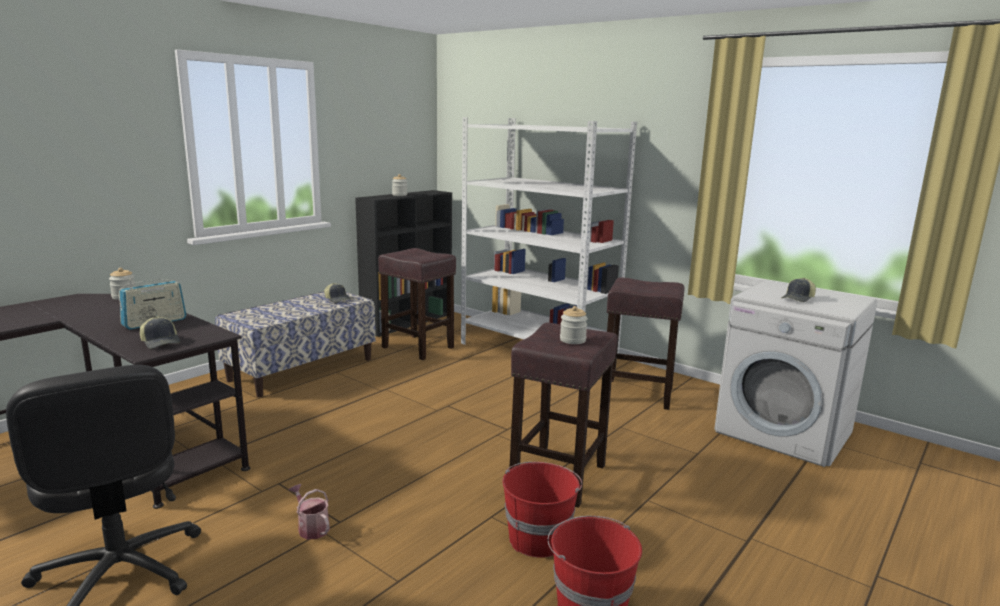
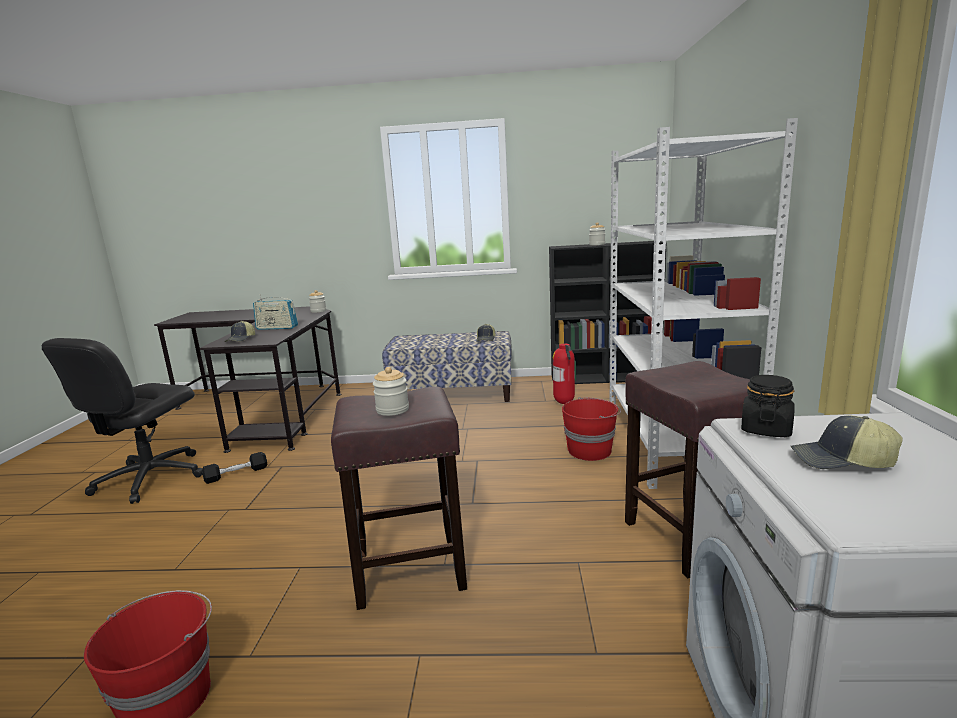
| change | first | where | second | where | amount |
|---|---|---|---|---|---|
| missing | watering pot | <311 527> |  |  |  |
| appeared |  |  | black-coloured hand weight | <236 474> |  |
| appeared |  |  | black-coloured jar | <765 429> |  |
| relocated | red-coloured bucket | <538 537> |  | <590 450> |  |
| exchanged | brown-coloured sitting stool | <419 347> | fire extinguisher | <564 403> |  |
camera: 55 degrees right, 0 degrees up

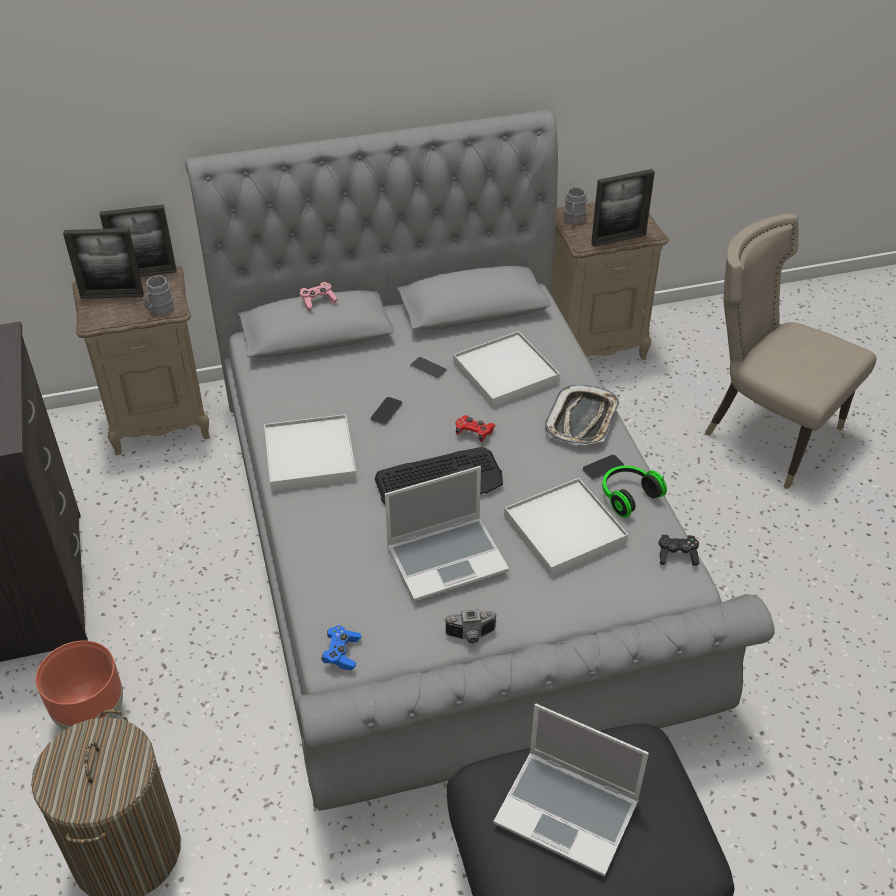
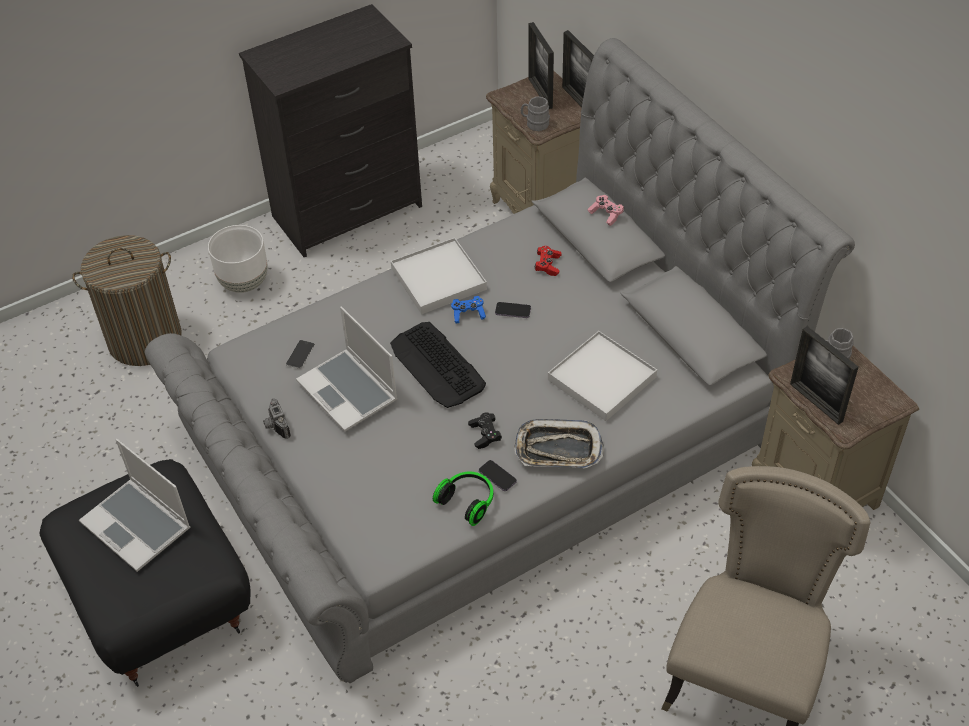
| change | first | where | second | where | amount |
|---|---|---|---|---|---|
| missing | white serving tray | <564 530> |  |  |  |
| relocated | blue-coloured joypad | <341 653> |  | <468 314> |  |
| relocated | handset | <428 368> |  | <300 354> |  |
| relocated | red-coloured joypad | <474 432> |  | <547 265> |  |
| relocated | black-coloured joypad | <677 555> |  | <485 434> |  |
| colour | brown-coloured plant pot | <91 715> | white plant pot | <244 282> |  |
| spun | portable computer | <568 812> |  | <138 525> | 60 degrees counterclockwise |
camera: 75 degrees right, 5 degrees up

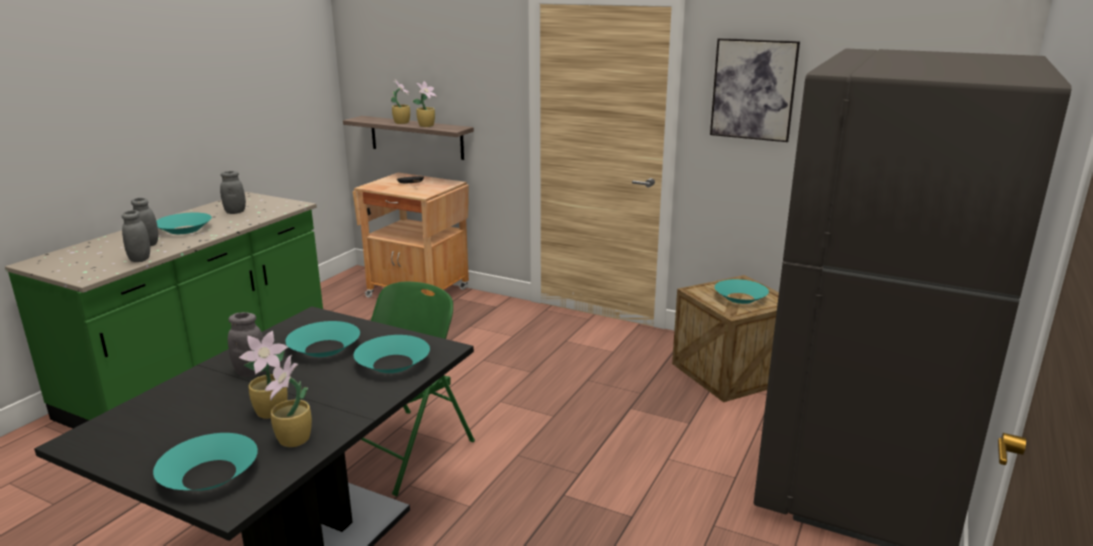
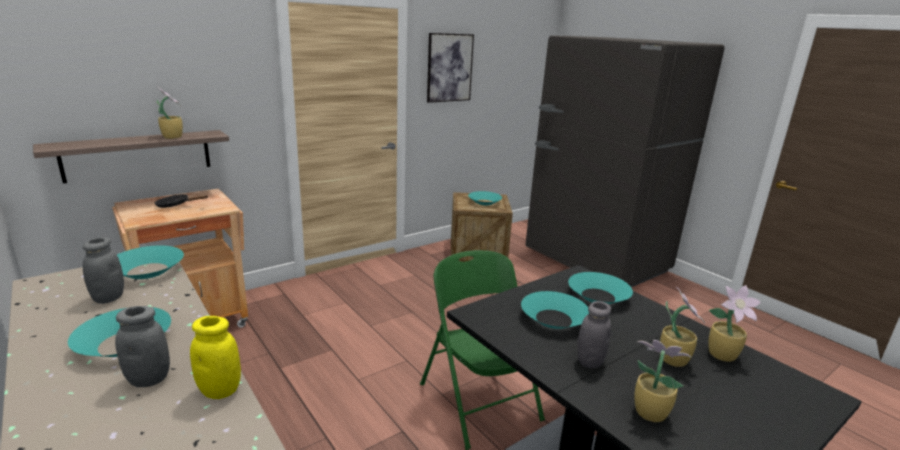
| change | first | where | second | where | amount |
|---|---|---|---|---|---|
| relocated | blue-green deep dish | <208 474> |  | <147 271> |  |
| relocated | houseplant | <402 122> |  | <648 411> |  |
| colour | grey jar | <140 259> | yellow jar | <220 390> |  |
camera: 65 degrees left, 0 degrees up

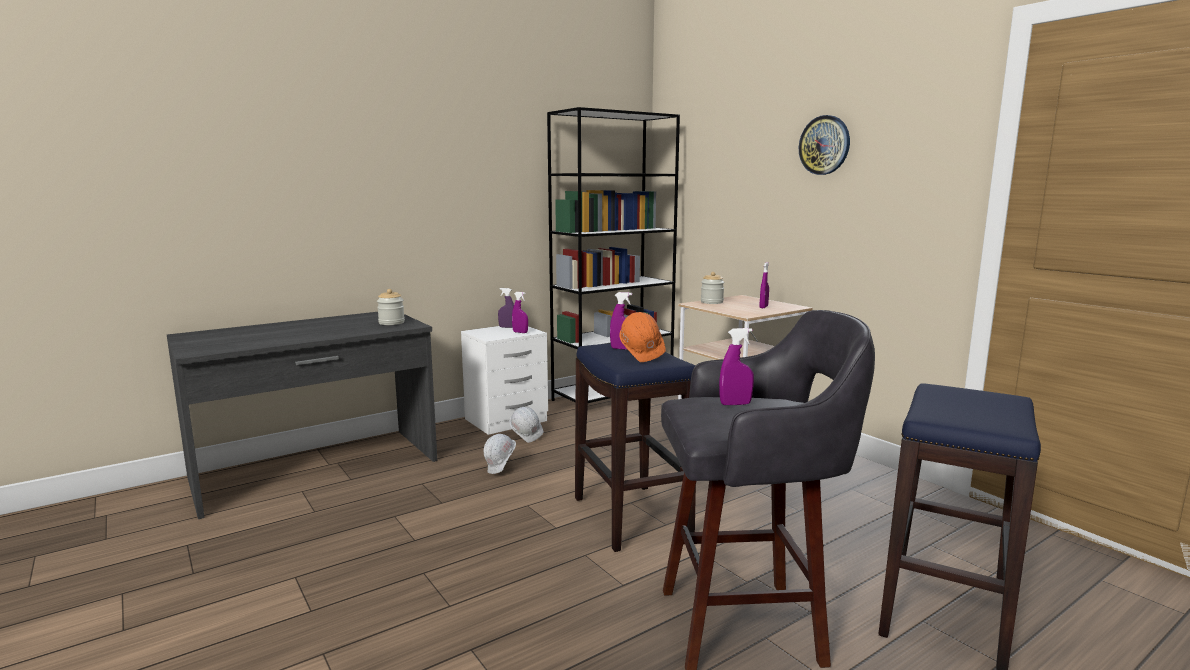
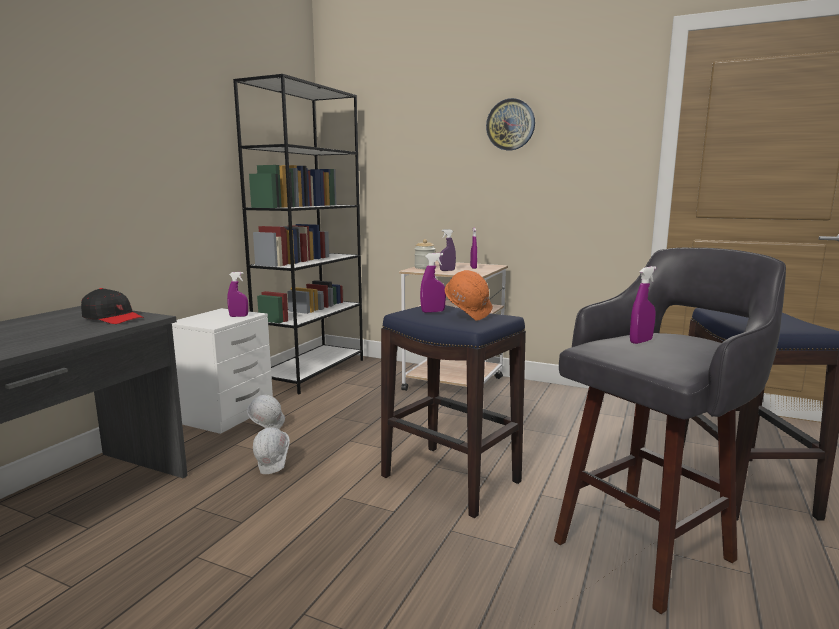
| change | first | where | second | where | amount |
|---|---|---|---|---|---|
| relocated | purple spray bottle | <507 327> |  | <447 270> |  |
| exchanged | jar | <391 323> | black-coloured peaked cap | <113 318> |  |
camera: 30 degrees left, 0 degrees up

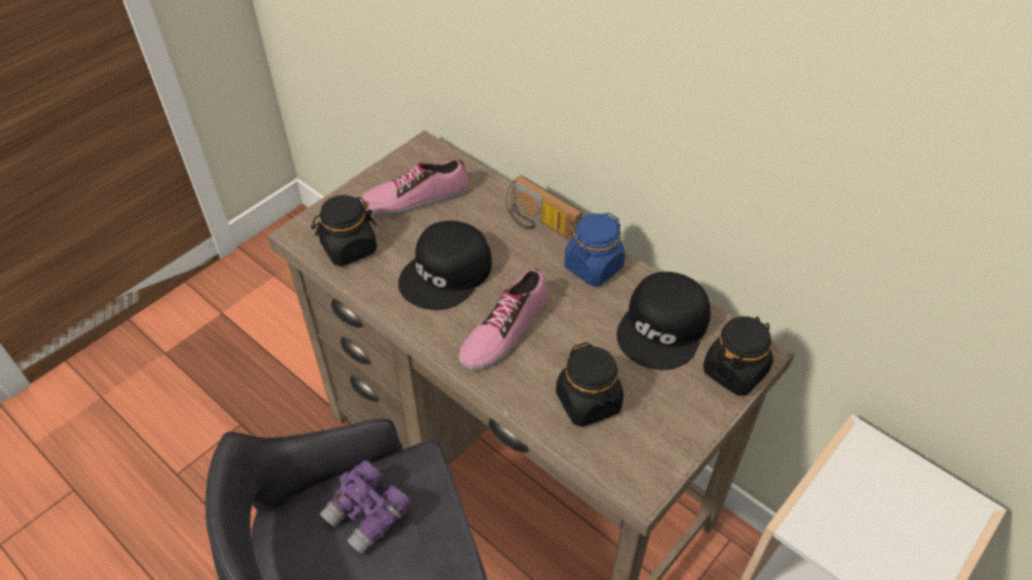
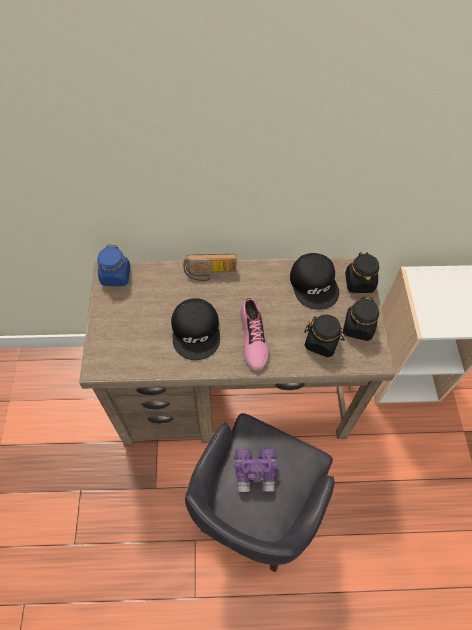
| change | first | where | second | where | amount |
|---|---|---|---|---|---|
| missing | item of footwear | <415 197> |  |  |  |
| relocated | black-coloured jar | <348 248> |  | <358 327> |  |
| relocated | blue-coloured jar | <593 267> |  | <116 276> |  |
camera: 45 degrees left, 10 degrees up

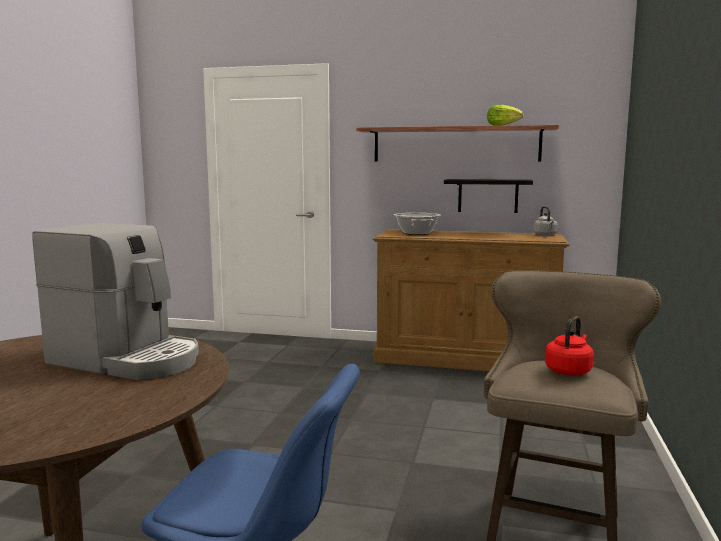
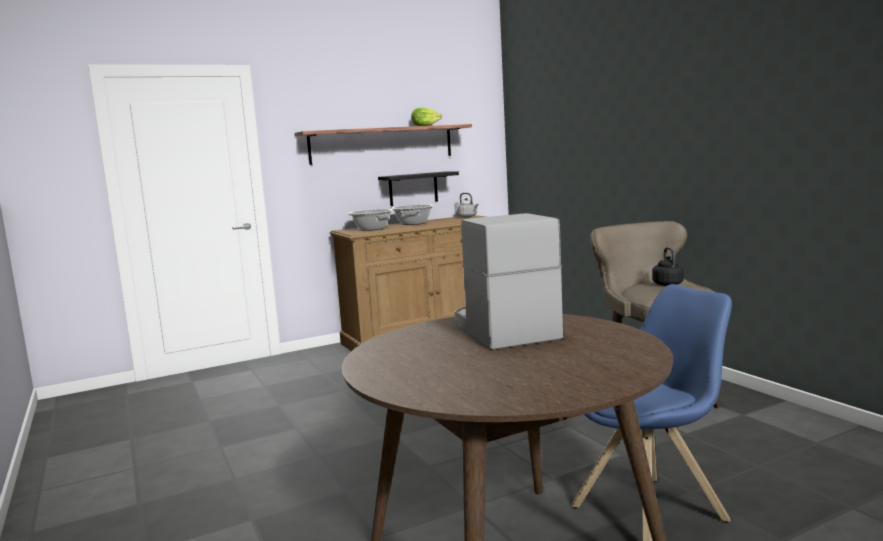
| change | first | where | second | where | amount |
|---|---|---|---|---|---|
| appeared |  |  | cooking pot | <413 223> |  |
| colour | red-coloured kettle | <569 371> | black-coloured kettle | <667 284> |  |
| spun | coffee machine | <128 360> |  | <503 330> | 90 degrees counterclockwise |
camera: 40 degrees left, 0 degrees up

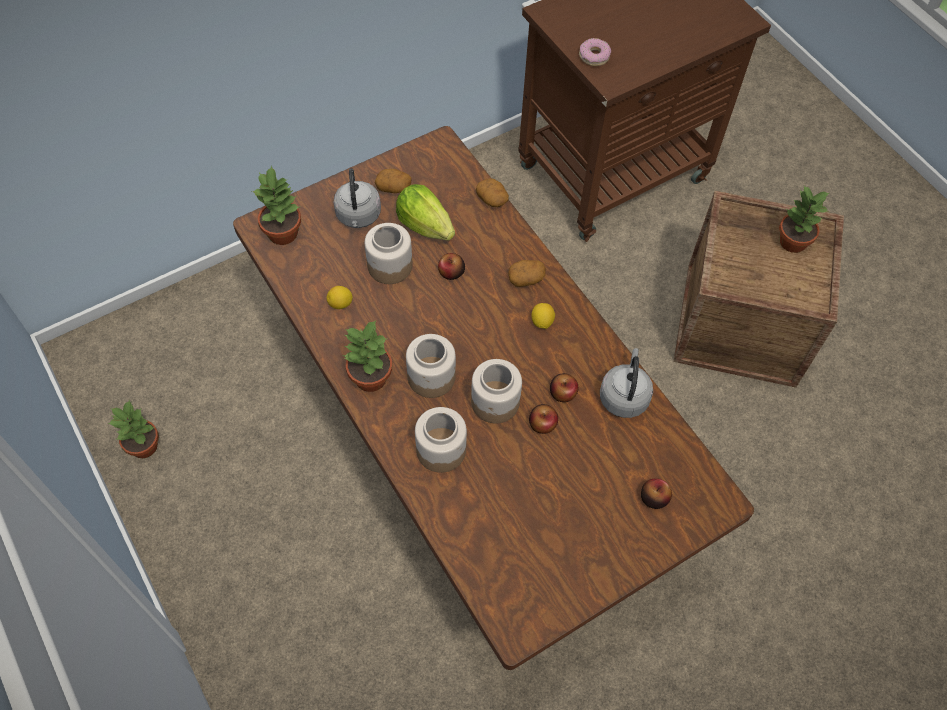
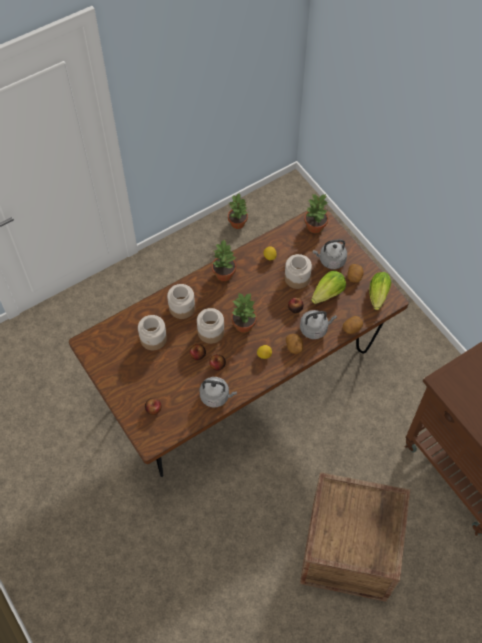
| change | first | where | second | where | amount |
|---|---|---|---|---|---|
| missing | donut | <594 56> |  |  |  |
| appeared |  |  | grey kettle | <315 329> |  |
| appeared |  |  | lettuce | <377 296> |  |
| relocated | jar | <432 377> |  | <153 339> |  |
| relocated | houseplant | <792 241> |  | <244 324> |  |
camera: 90 degrees right, 0 degrees up

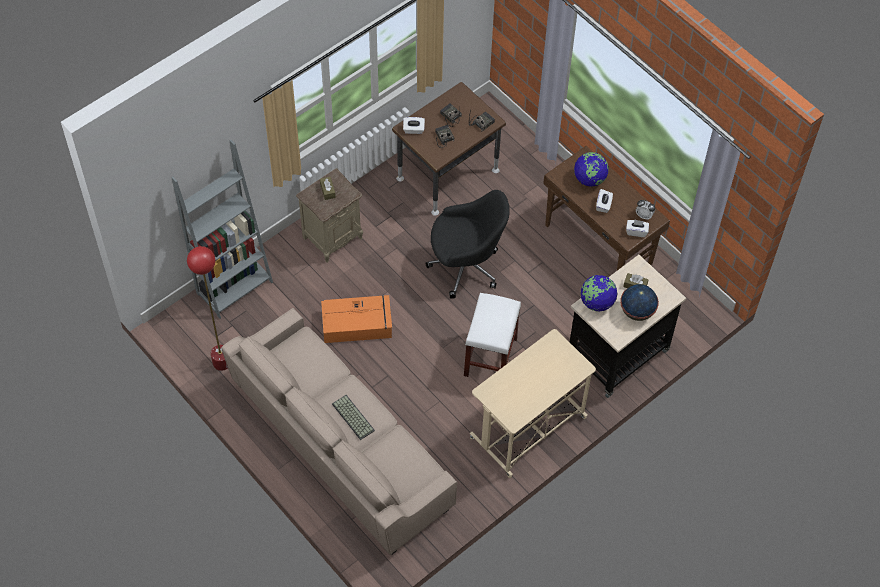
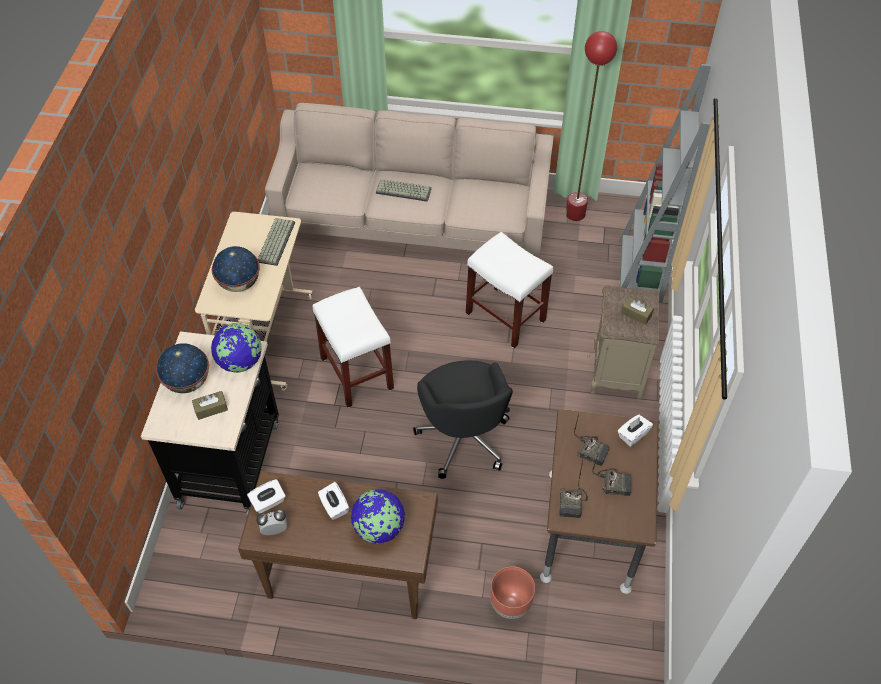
| change | first | where | second | where | amount |
|---|---|---|---|---|---|
| appeared |  |  | globe | <240 284> |  |
| appeared |  |  | PC keyboard | <275 241> |  |
| appeared |  |  | brown-coloured plant pot | <510 604> |  |
| exchanged | orangey storage container | <358 324> | white sitting stool | <504 316> |  |
| spun | black-coloured office chair | <465 267> |  | <464 440> | 60 degrees counterclockwise |
camera: 140 degrees right, 5 degrees down

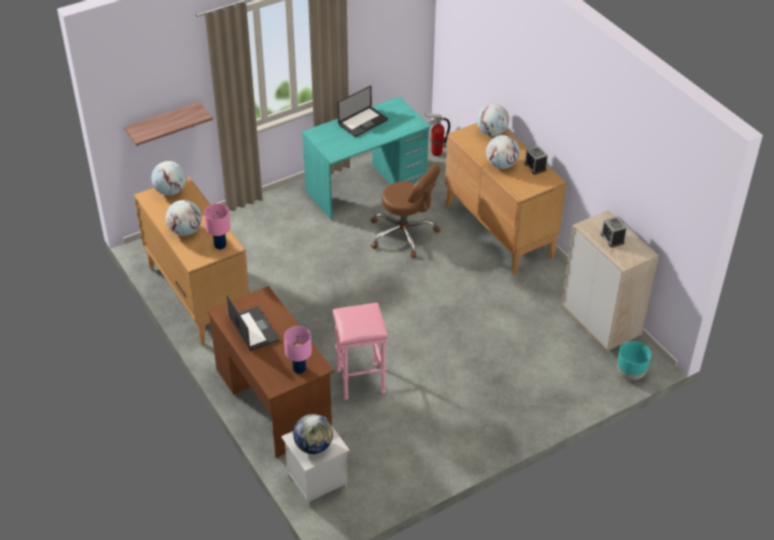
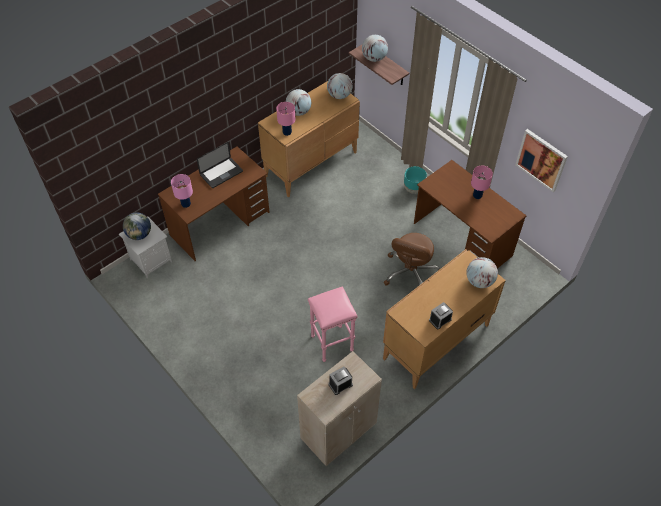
| change | first | where | second | where | amount |
|---|---|---|---|---|---|
| missing | fire extinguisher | <436 153> |  |  |  |
| appeared |  |  | wall art | <541 160> |  |
| relocated | pink sitting stool | <362 382> |  | <331 344> |  |
| relocated | globe | <501 165> |  | <374 58> |  |
| relocated | blue-green plant pot | <630 373> |  | <414 189> |  |
| exchanged | portable computer | <363 122> | pink tabletop lamp | <478 196> |  |
| colour | blue-green desk table | <366 187> | brown-coloured desk table | <462 239> |  |
camera: 80 degrees right, 10 degrees up

